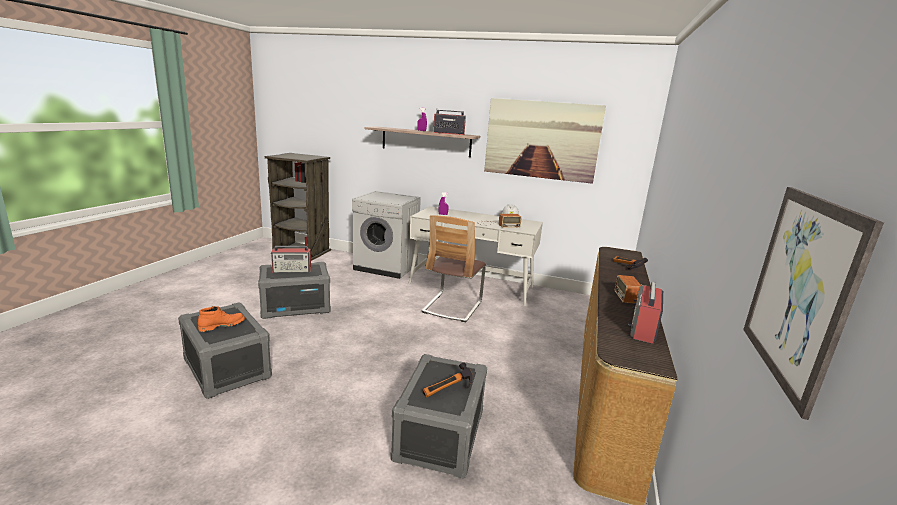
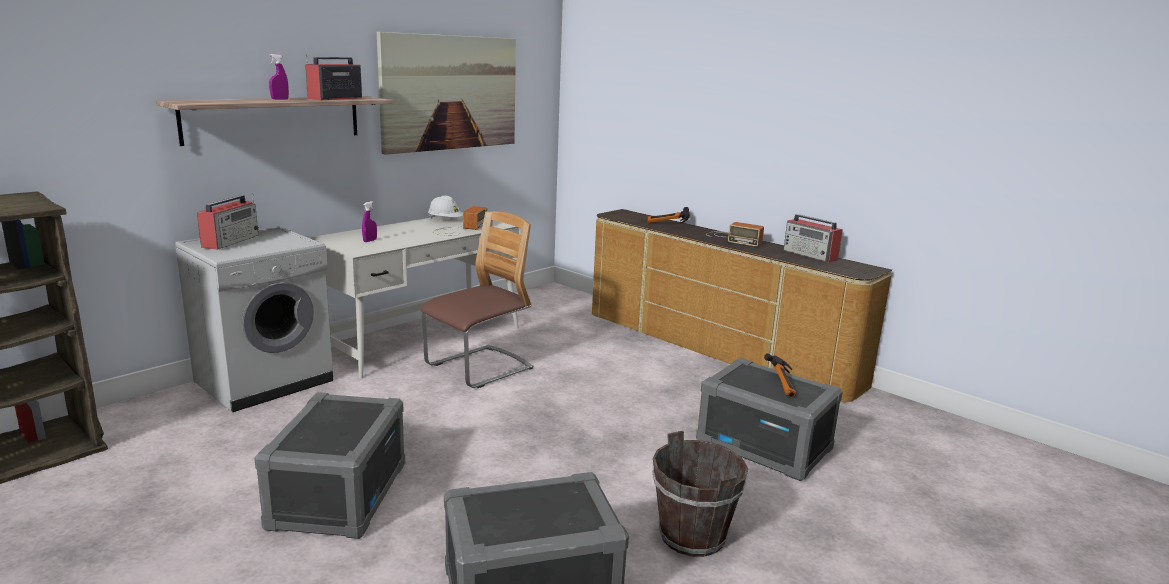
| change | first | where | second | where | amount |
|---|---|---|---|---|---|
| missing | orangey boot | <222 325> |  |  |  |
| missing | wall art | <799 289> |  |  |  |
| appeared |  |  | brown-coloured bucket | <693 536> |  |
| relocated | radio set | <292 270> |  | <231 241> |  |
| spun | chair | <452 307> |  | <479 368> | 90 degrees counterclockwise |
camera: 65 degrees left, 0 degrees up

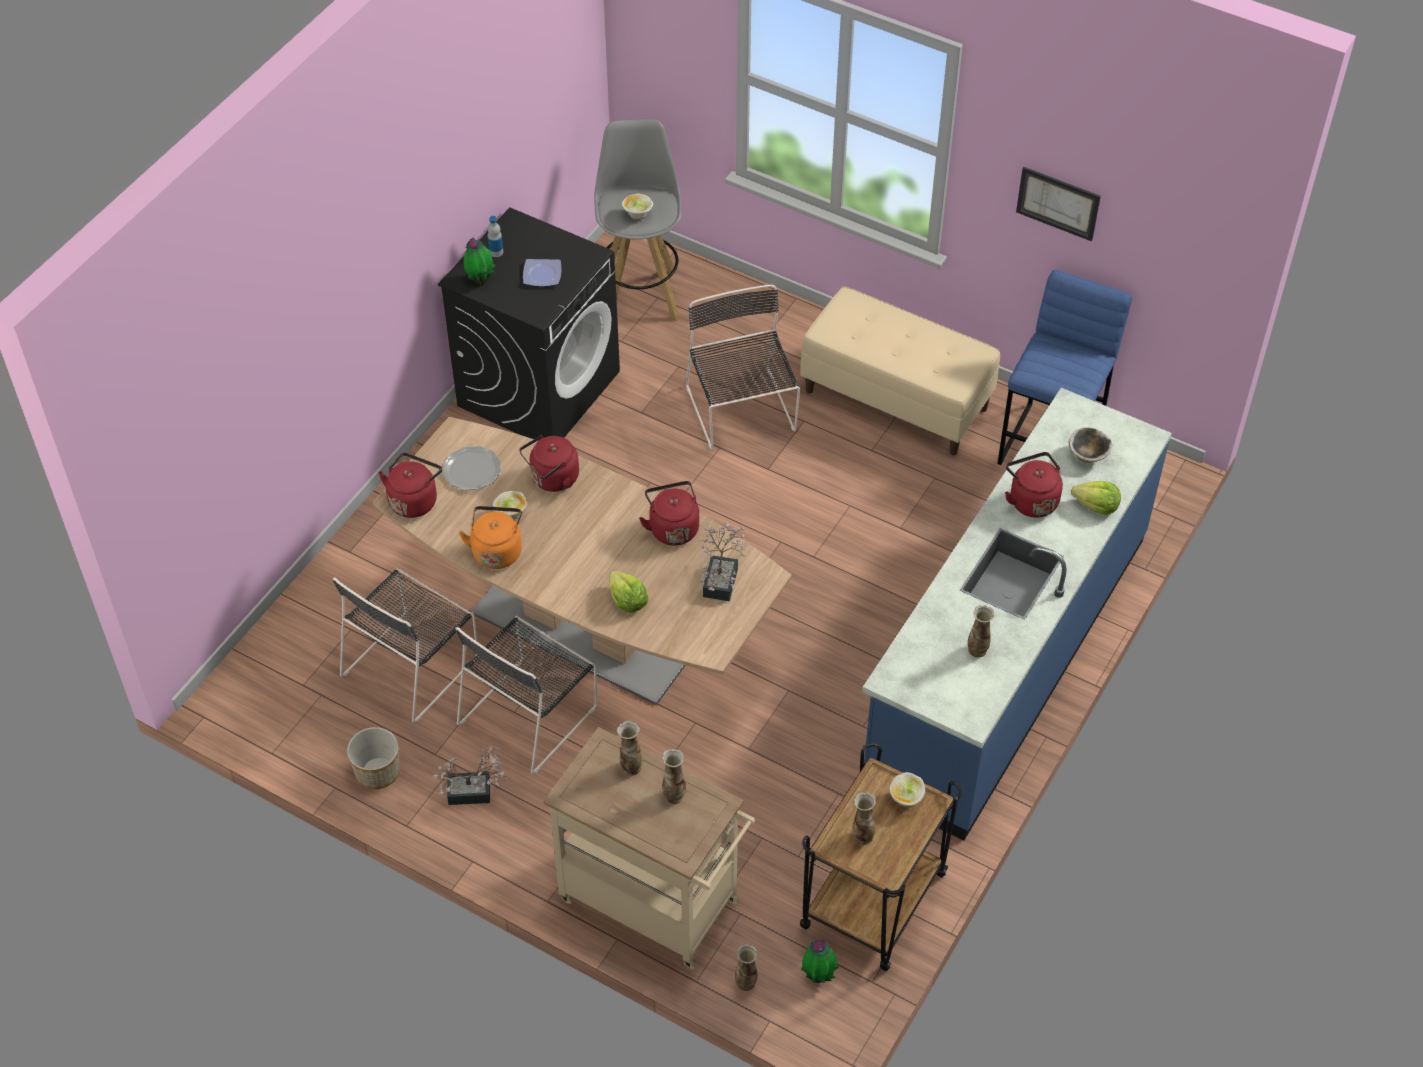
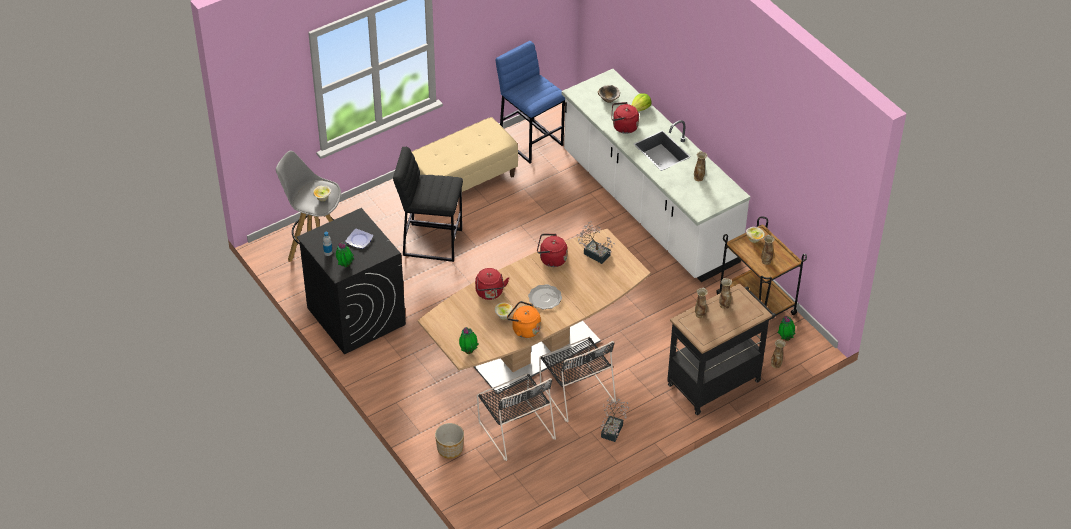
| change | first | where | second | where | amount |
|---|---|---|---|---|---|
| missing | lettuce | <627 600> |  |  |  |
| missing | wall art | <1058 203> |  |  |  |
| relocated | plant pot | <377 771> |  | <449 449> |  |
| relocated | plate | <472 470> |  | <544 298> |  |
| exchanged | red-coloured kettle | <414 500> | houseplant | <468 351> |  |
| exchanged | black-coloured chair | <741 412> | black-coloured sitting stool | <431 242> |  |
| colour | beige trolley | <654 904> | black-coloured trolley | <716 382> |  |
| colour | blue-coloured kitchen base unit | <1005 659> | white kitchen base unit | <648 208> |  |
camera: 65 degrees left, 5 degrees down

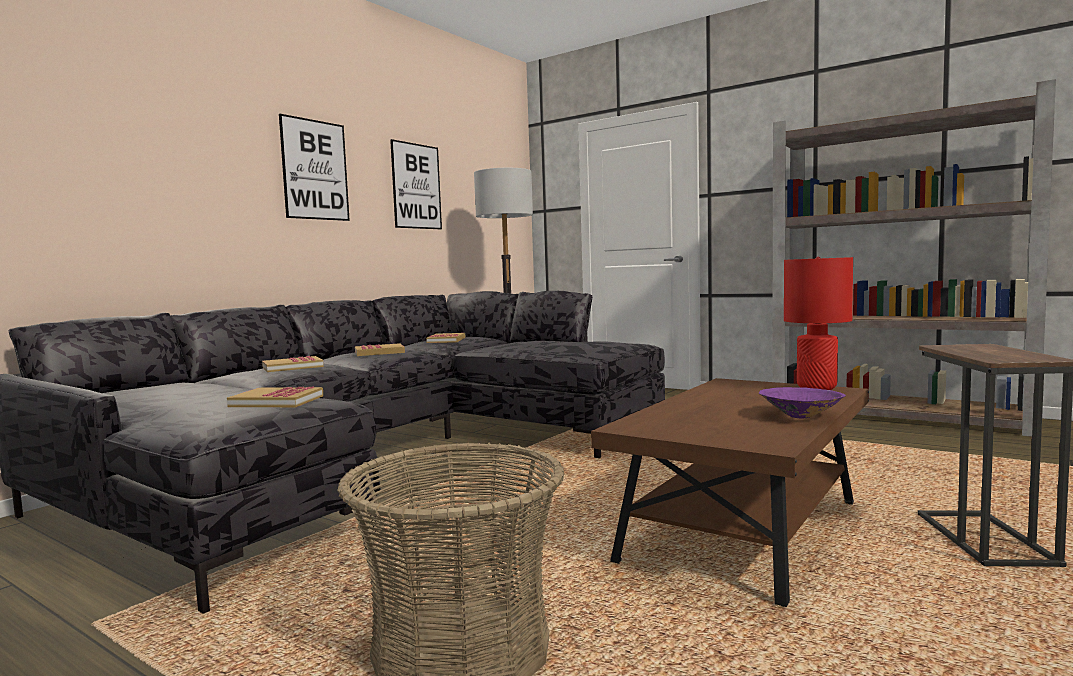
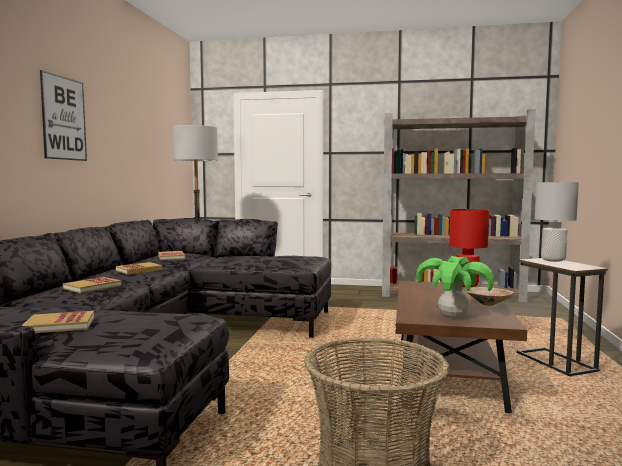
| change | first | where | second | where | amount |
|---|---|---|---|---|---|
| missing | wall art | <416 186> |  |  |  |
| appeared |  |  | houseplant | <453 316> |  |
| appeared |  |  | grey tabletop lamp | <552 261> |  |
| relocated | book | <277 401> |  | <60 325> |  |
| colour | purple deep dish | <801 416> | beige deep dish | <488 304> |  |
camera: 25 degrees left, 0 degrees up

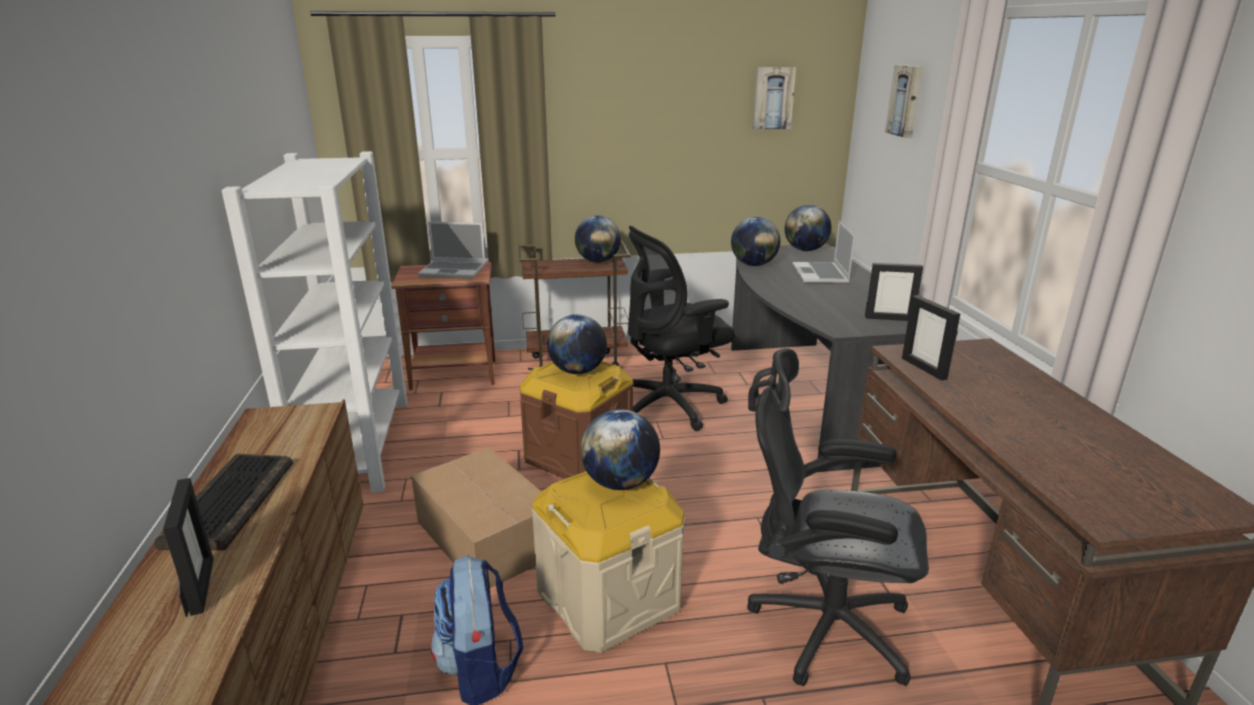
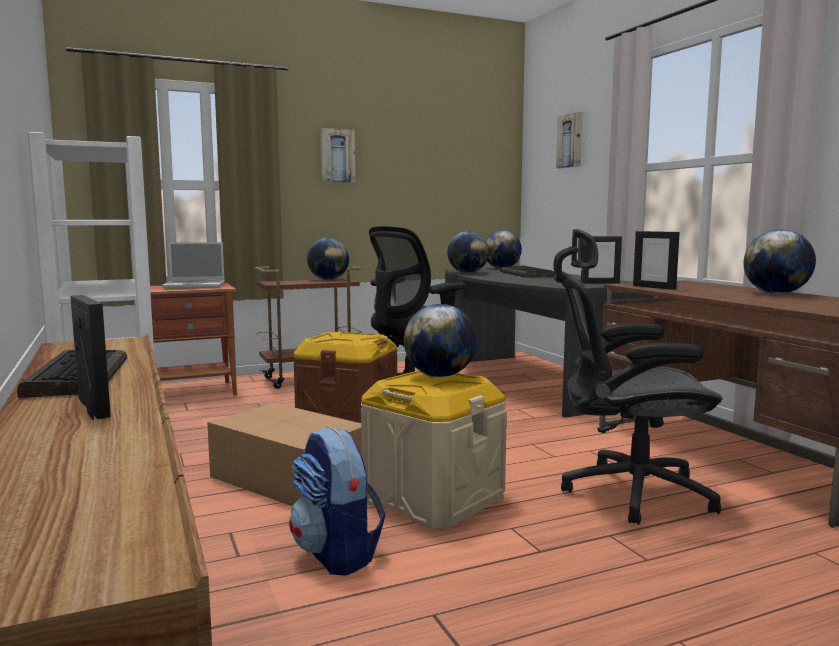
| change | first | where | second | where | amount |
|---|---|---|---|---|---|
| relocated | globe | <577 371> |  | <776 293> |  |
| relocated | wall art | <772 98> |  | <337 155> |  |
| exchanged | portable computer | <821 275> | PC keyboard | <526 274> |  |
camera: 15 degrees left, 15 degrees down

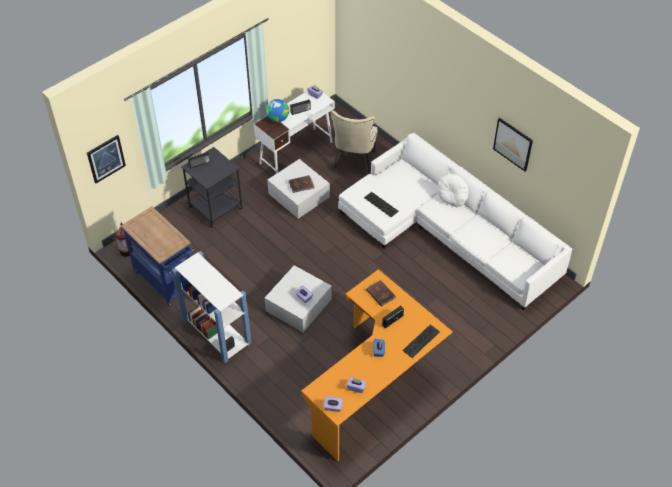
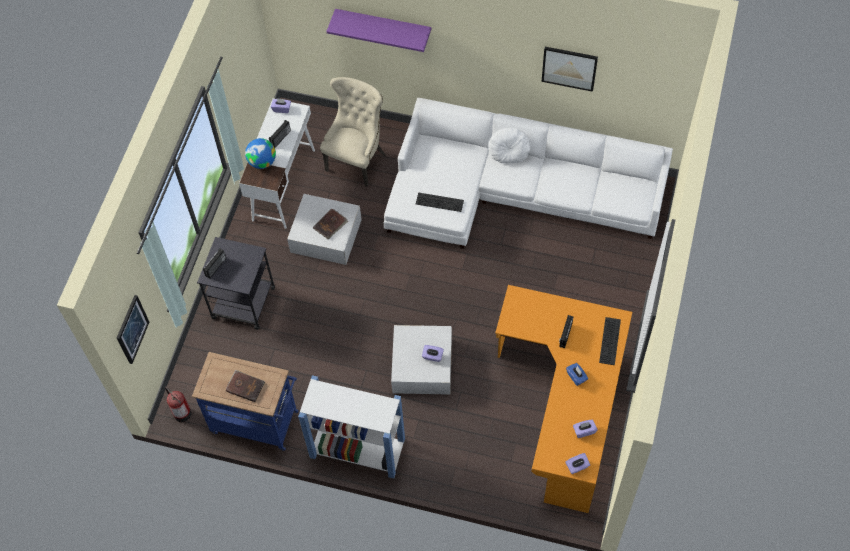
| change | first | where | second | where | amount |
|---|---|---|---|---|---|
| appeared |  |  | purple wall shelf | <383 25> |  |
| relocated | brown-coloured book | <381 293> |  | <245 386> |  |
| spun | beige chair | <354 161> |  | <356 161> | 135 degrees counterclockwise |
camera: 30 degrees left, 10 degrees up

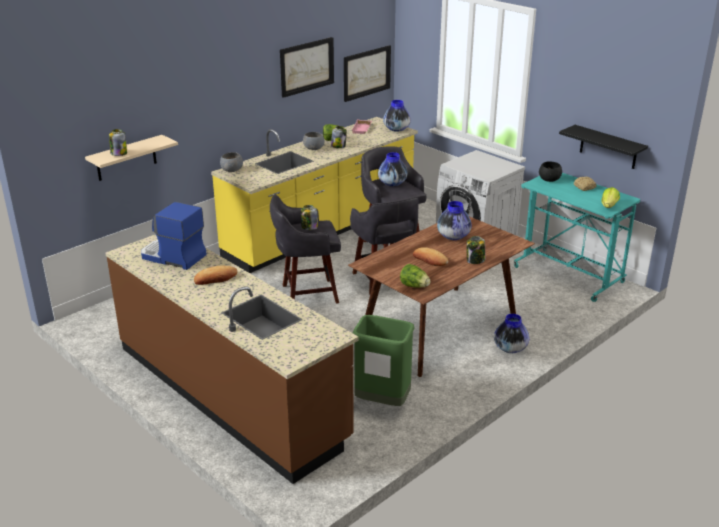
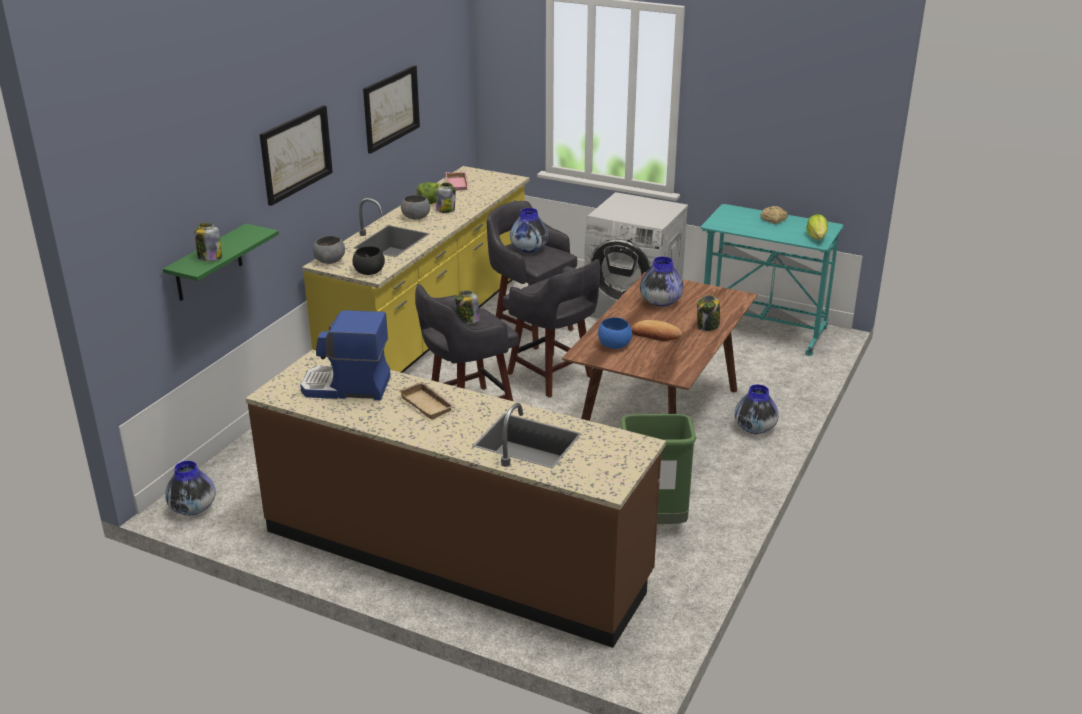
| change | first | where | second | where | amount |
|---|---|---|---|---|---|
| missing | lettuce | <414 286> |  |  |  |
| missing | black-coloured wall shelf | <608 147> |  |  |  |
| appeared |  |  | blue-coloured deep dish | <614 345> |  |
| relocated | wall art | <366 73> |  | <296 154> |  |
| relocated | vase | <396 129> |  | <192 508> |  |
| relocated | black-coloured deep dish | <549 180> |  | <369 272> |  |
| exchanged | bakery bread | <215 278> | beige serving tray | <428 404> |  |
| colour | beige wall shelf | <126 158> | green wall shelf | <208 263> |  |
camera: 20 degrees left, 0 degrees up

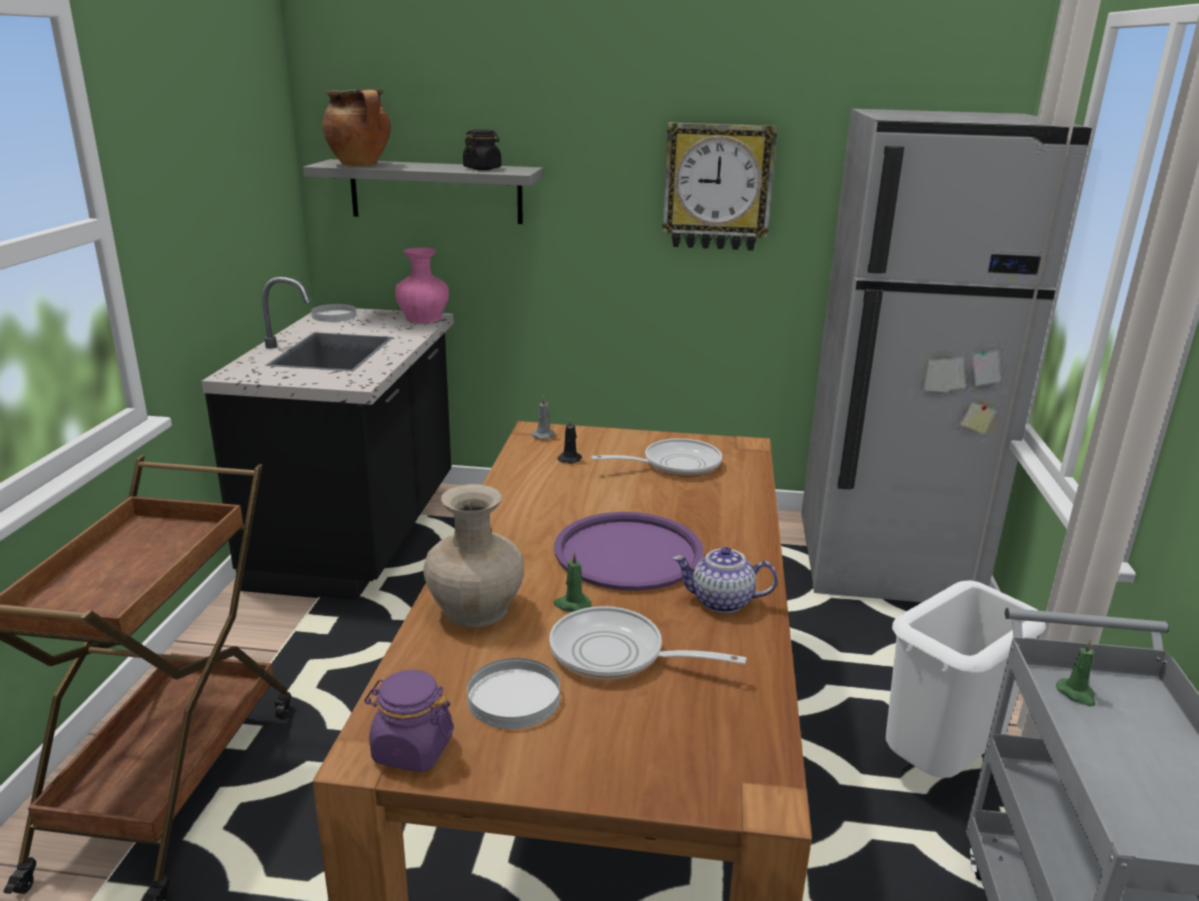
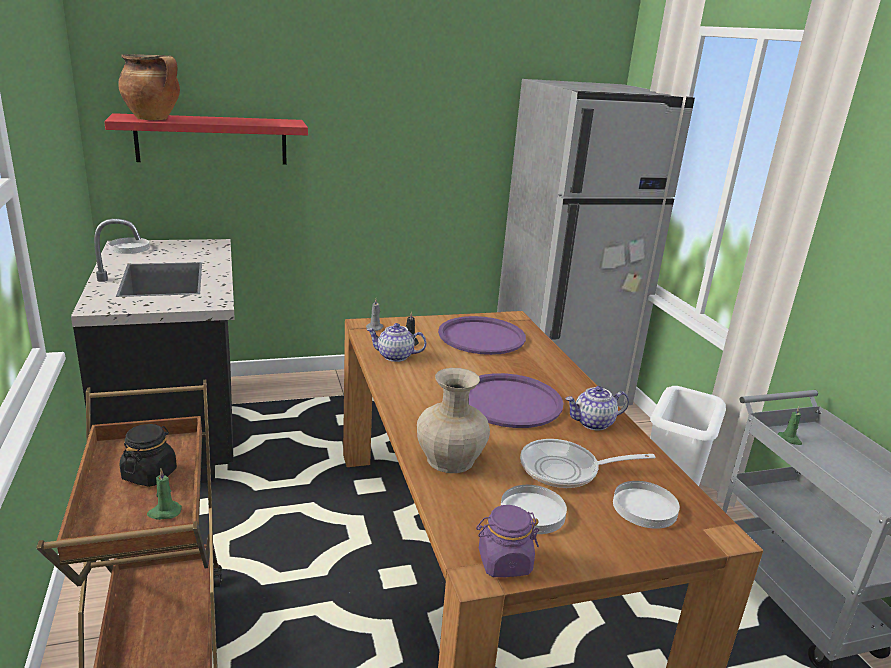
| change | first | where | second | where | amount |
|---|---|---|---|---|---|
| missing | pink vase | <424 318> |  |  |  |
| missing | hanging clock | <717 187> |  |  |  |
| appeared |  |  | tea pot | <395 356> |  |
| appeared |  |  | white plate | <645 508> |  |
| relocated | black-coloured jar | <482 168> |  | <149 474> |  |
| relocated | green wax candle | <572 605> |  | <164 512> |  |
| exchanged | frying pan | <674 464> | purple serving tray | <481 337> |  |
| colour | grey wall shelf | <436 191> | red-coloured wall shelf | <212 140> |  |
camera: 25 degrees left, 0 degrees up

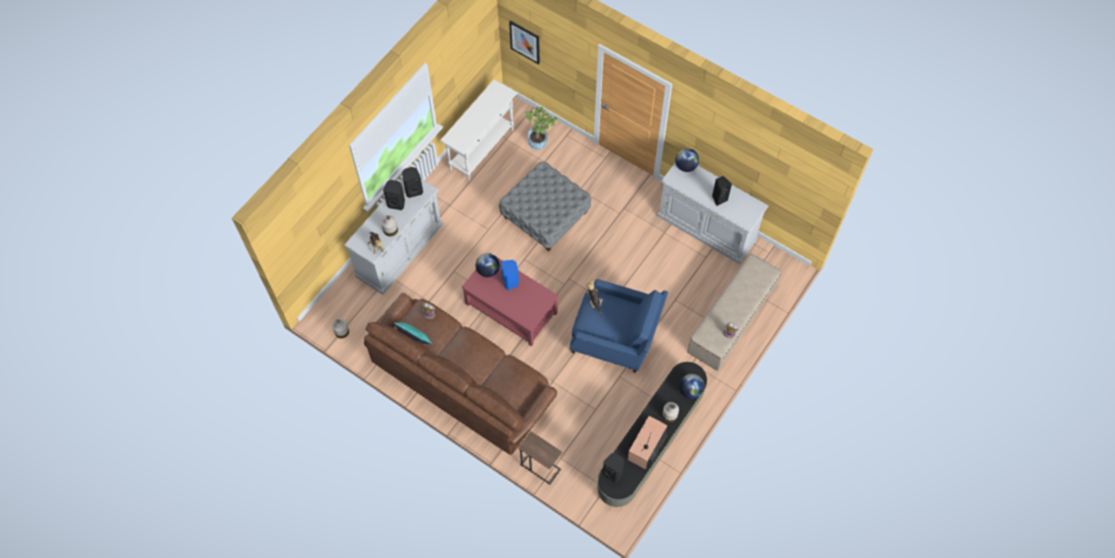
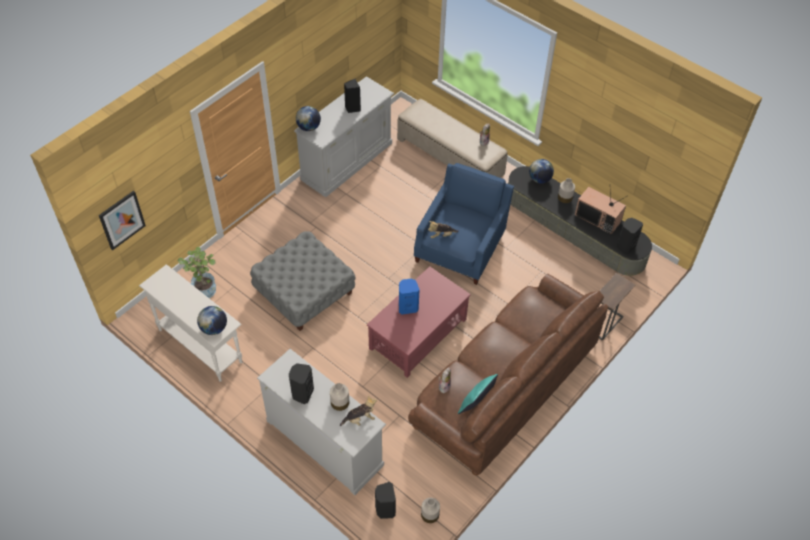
| change | first | where | second | where | amount |
|---|---|---|---|---|---|
| relocated | black-coloured loudspeaker | <413 190> |  | <385 509> |  |
| relocated | globe | <488 270> |  | <214 328> |  |
camera: 85 degrees left, 10 degrees down

